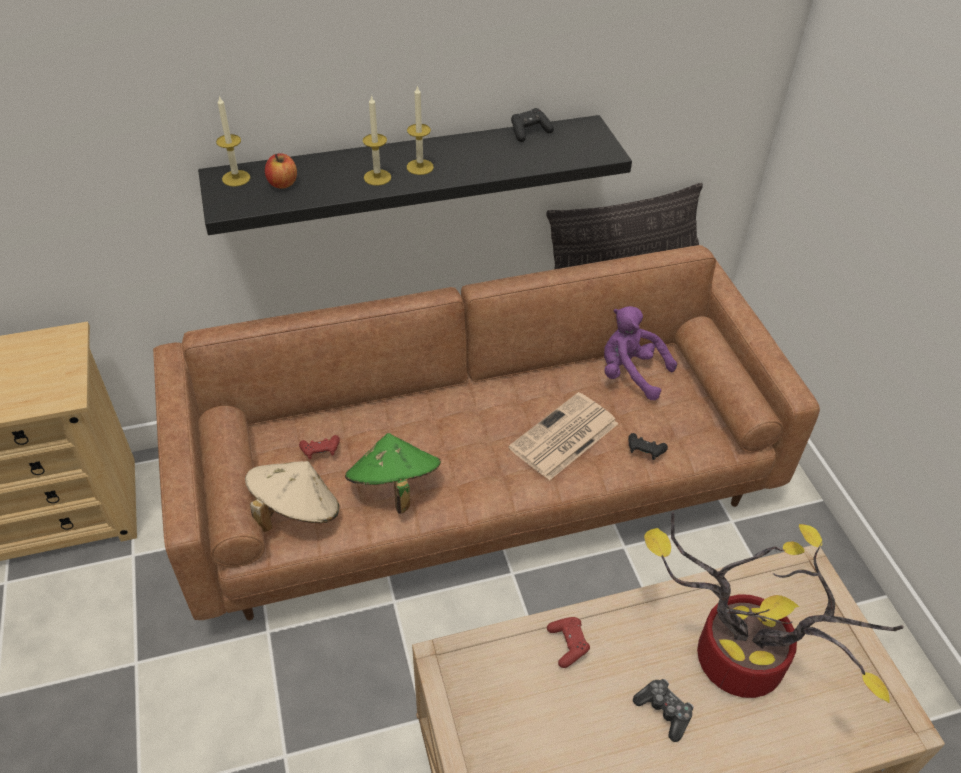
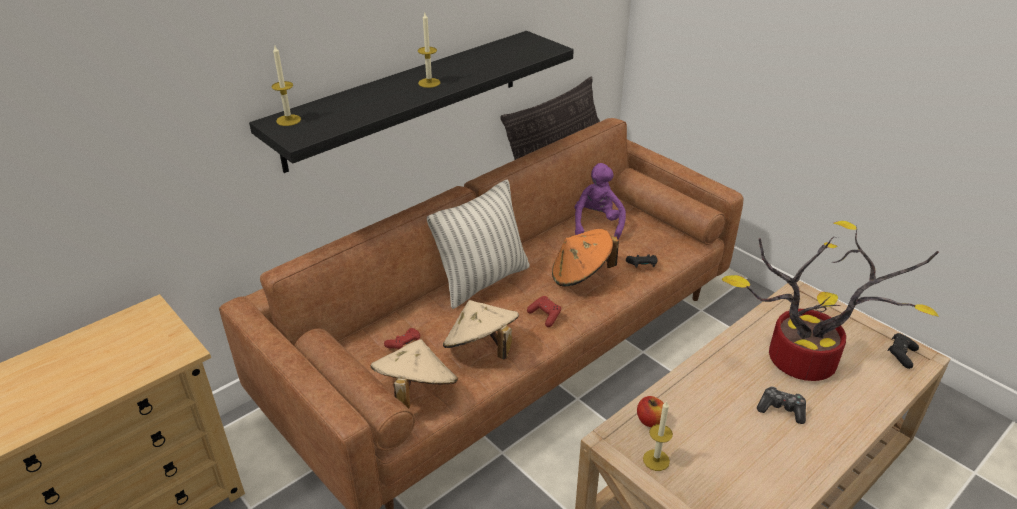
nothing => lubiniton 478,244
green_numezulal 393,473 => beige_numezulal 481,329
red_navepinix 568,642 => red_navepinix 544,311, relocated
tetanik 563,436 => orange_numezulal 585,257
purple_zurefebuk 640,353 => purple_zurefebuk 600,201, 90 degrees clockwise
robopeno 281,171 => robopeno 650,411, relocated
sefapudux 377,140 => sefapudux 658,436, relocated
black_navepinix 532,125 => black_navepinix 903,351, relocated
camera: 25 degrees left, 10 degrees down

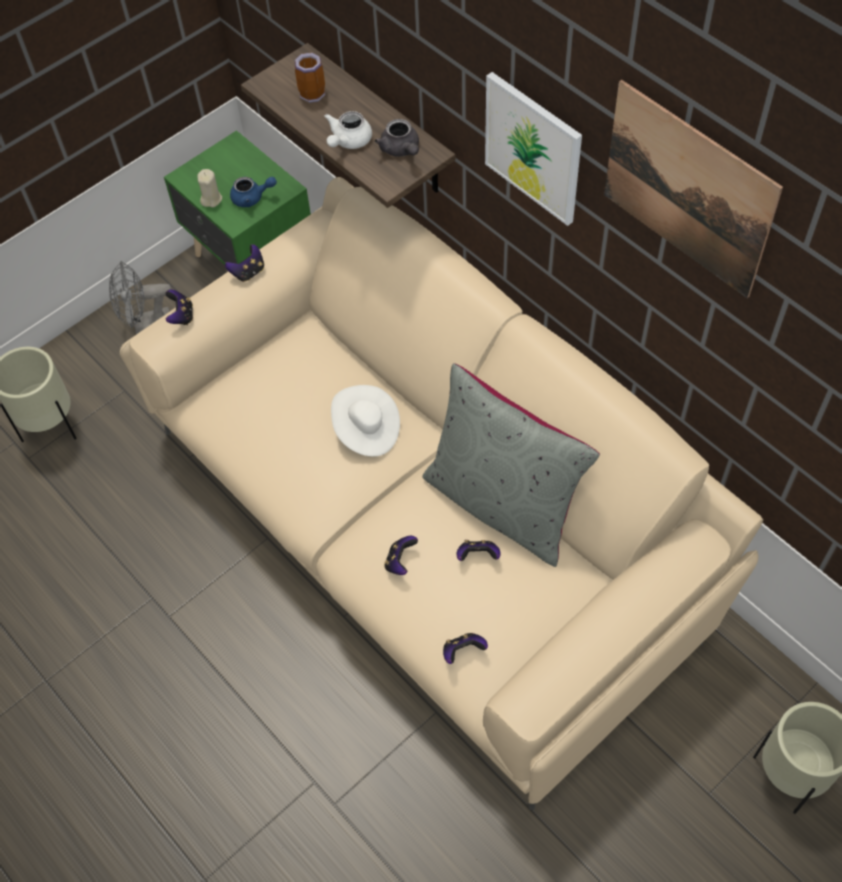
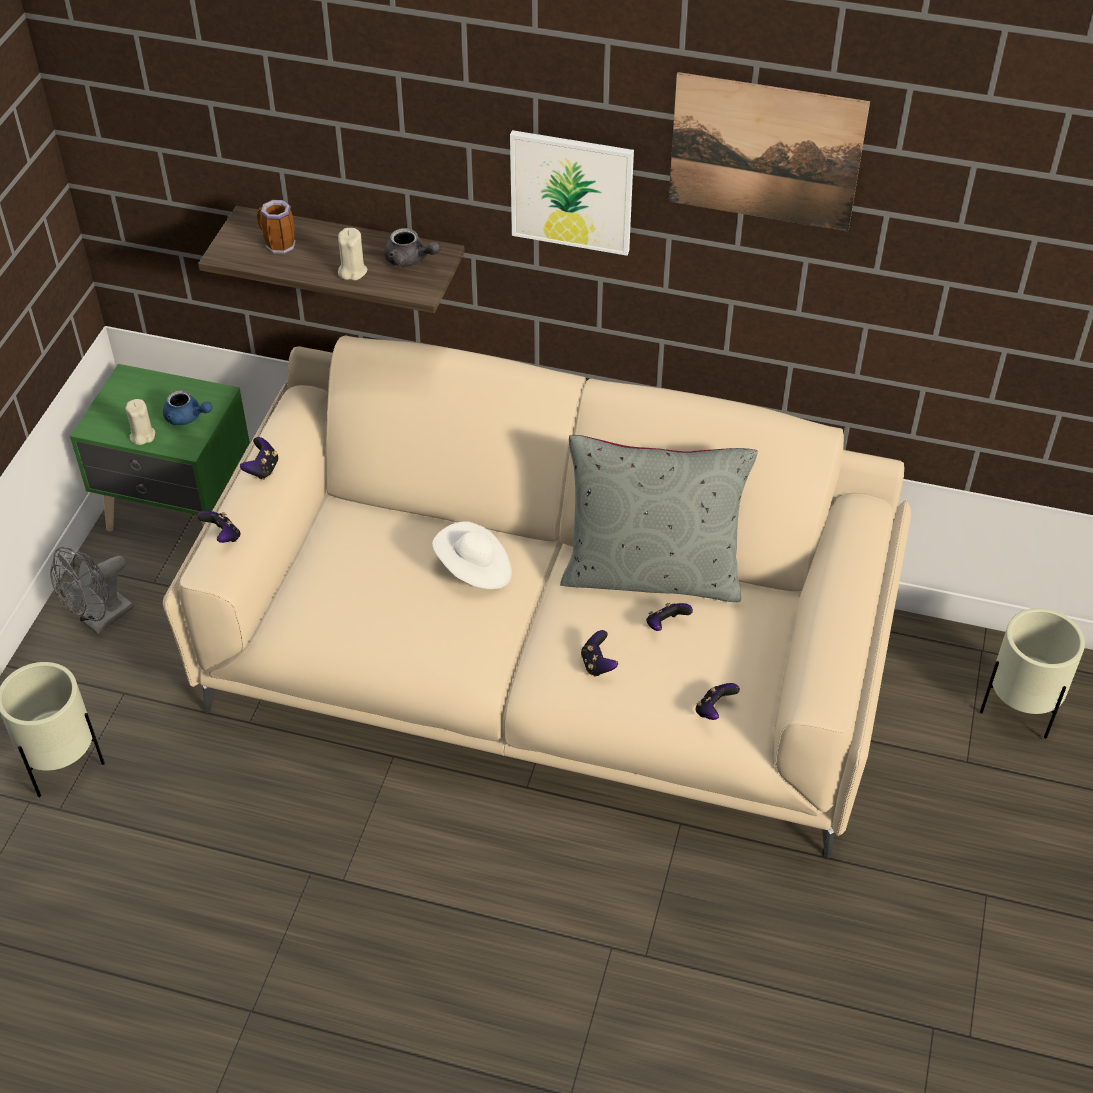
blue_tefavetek 253,192 => blue_tefavetek 188,407, 60 degrees clockwise
white_tefavetek 348,130 => beige_sefapudux 352,254
camera: 35 degrees left, 10 degrees down

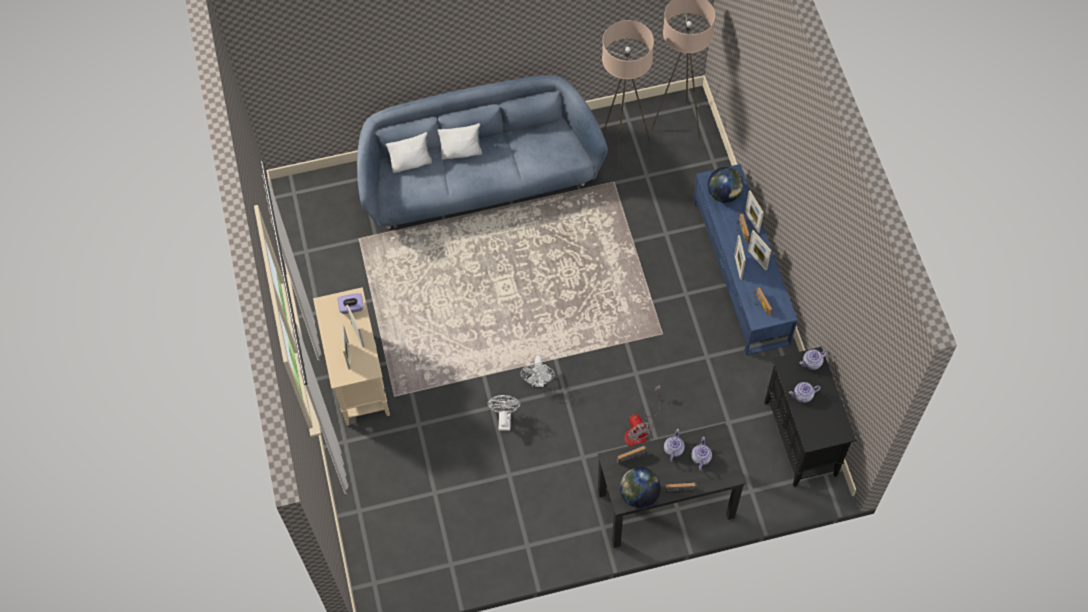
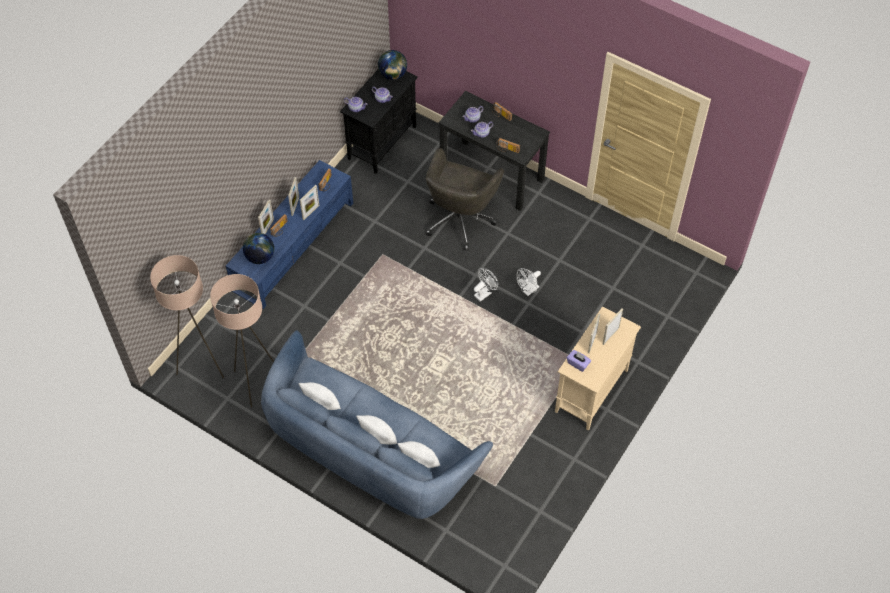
nothing => white_lubiniton 319,396
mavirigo 640,487 => mavirigo 392,65, relocated
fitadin 642,415 => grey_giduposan 465,199
camera: 135 degrees left, 5 degrees down

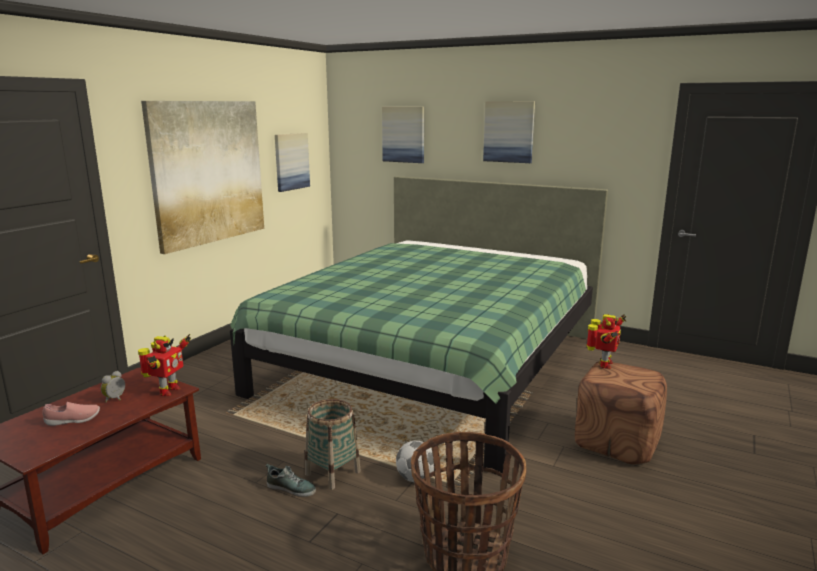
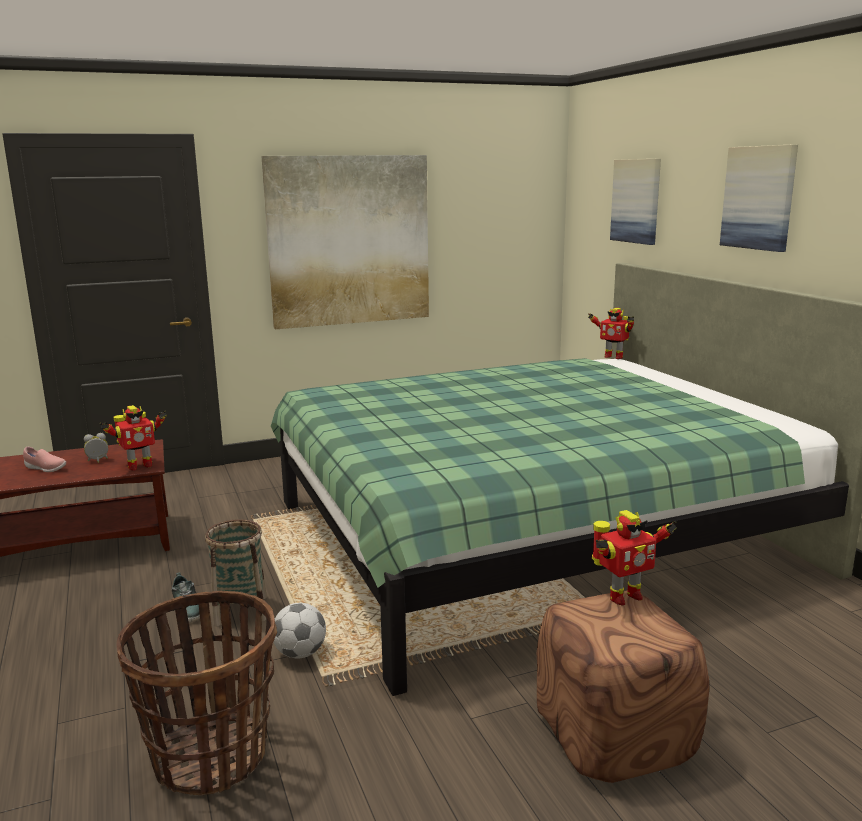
nothing => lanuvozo 611,333
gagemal 292,162 => nothing
camera: 40 degrees right, 0 degrees up

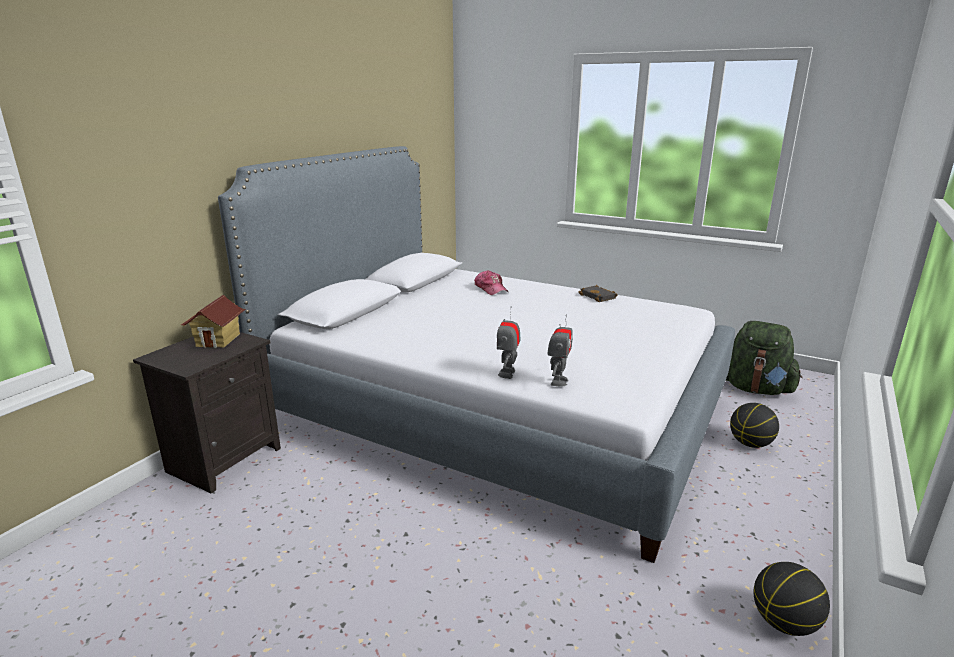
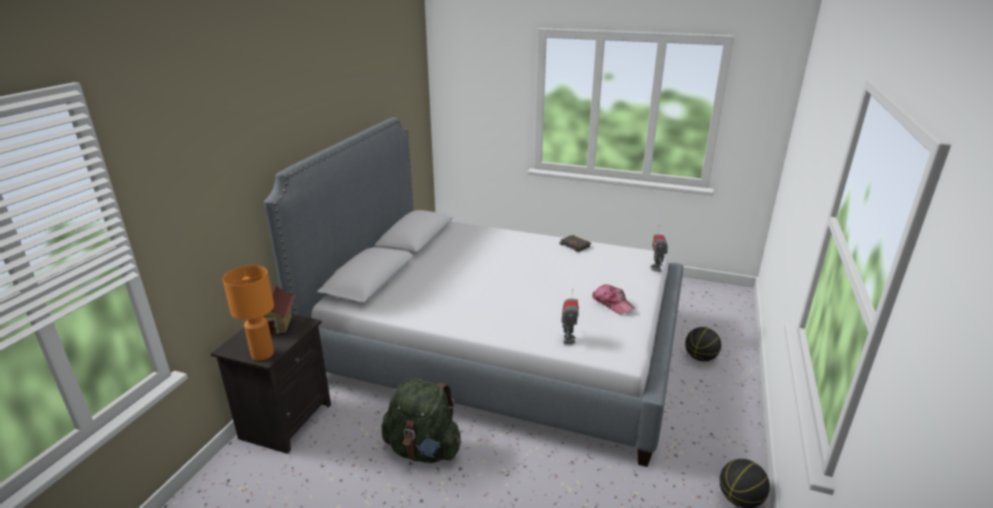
nothing => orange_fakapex 248,313
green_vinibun 764,358 => green_vinibun 421,420, relocated
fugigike 491,282 => fugigike 613,299, relocated
lanuvozo 509,343 => lanuvozo 659,248, relocated
camera: 10 degrees left, 5 degrees up

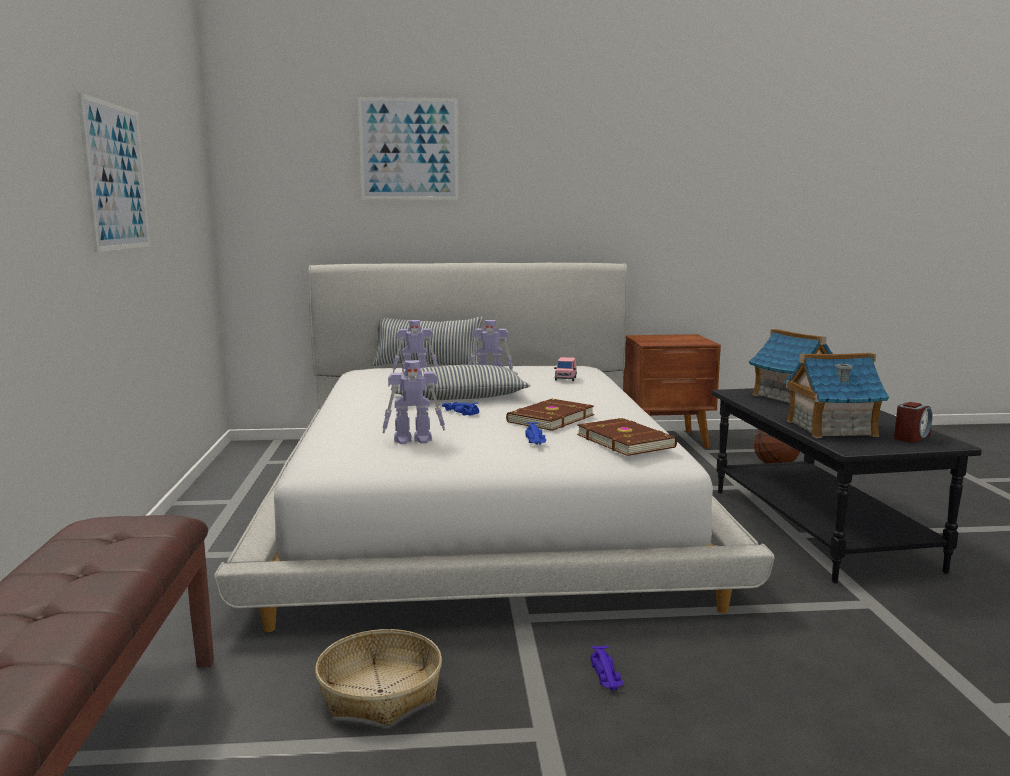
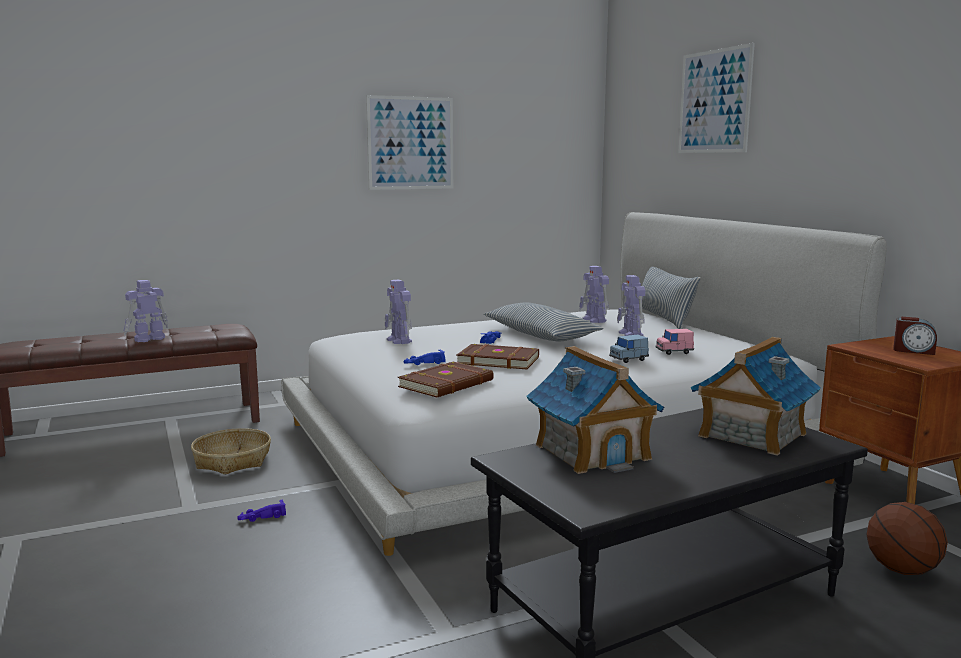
nothing => lanuvozo 146,311
nothing => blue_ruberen 629,349
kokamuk 913,422 => kokamuk 915,336, relocated
camera: 70 degrees right, 0 degrees up

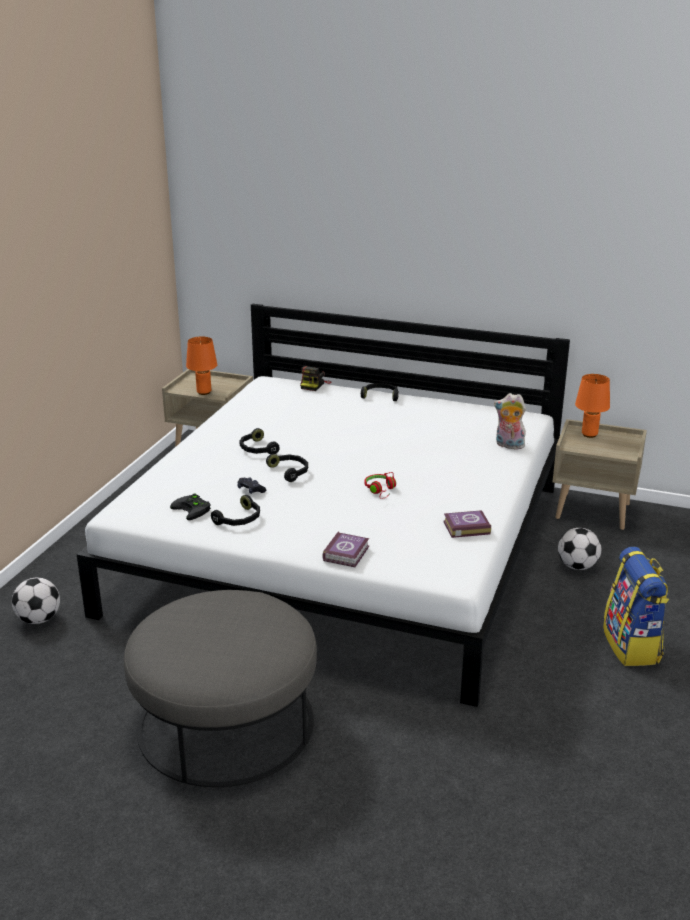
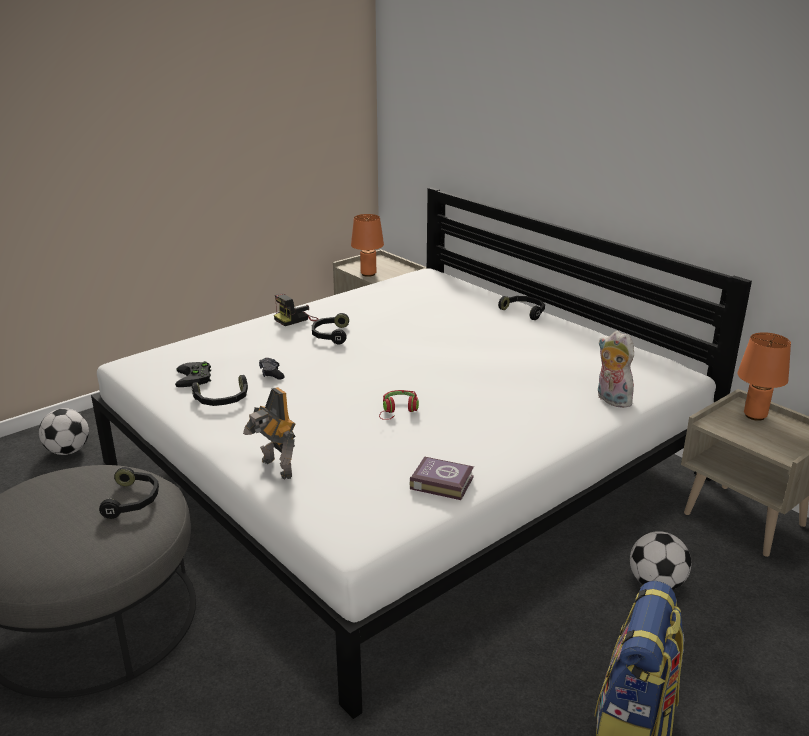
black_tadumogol 287,468 => black_tadumogol 129,493, relocated
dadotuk 345,549 => lanuvozo 269,433
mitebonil 316,378 => mitebonil 296,309, relocated
camera: 30 degrees right, 0 degrees up

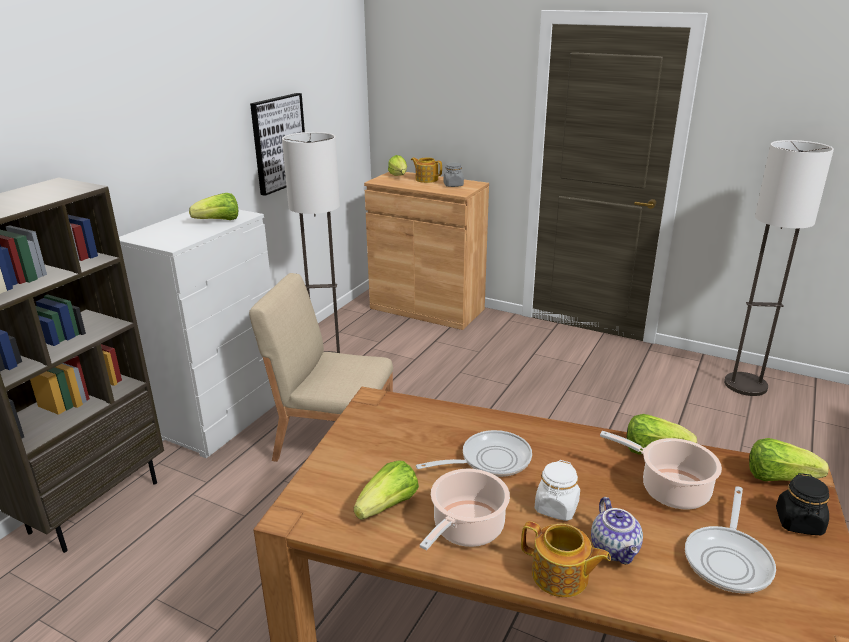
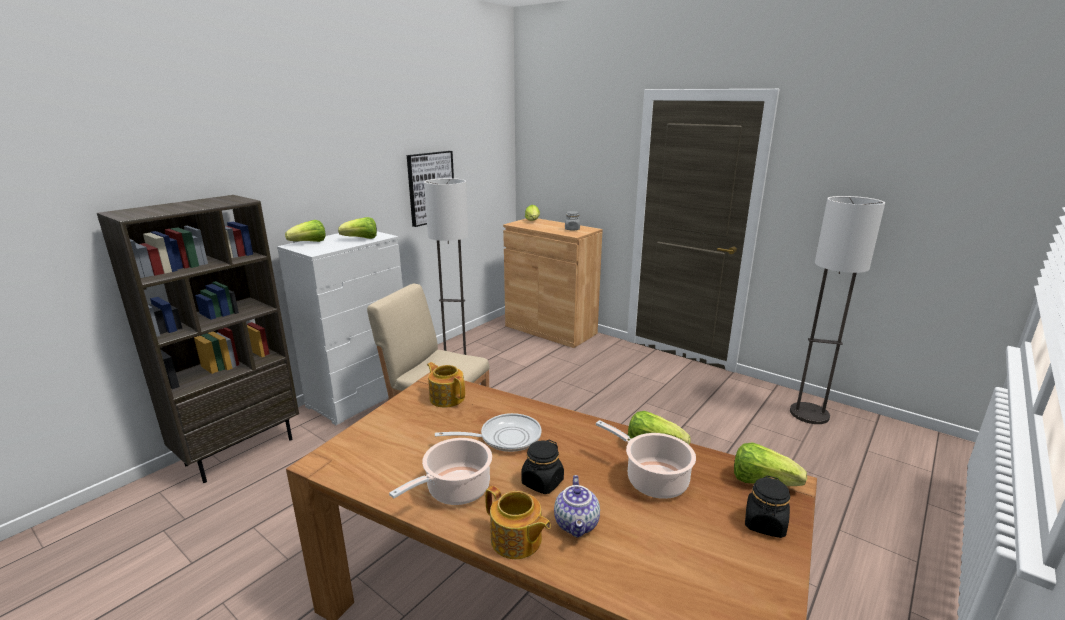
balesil 386,490 => balesil 305,231, relocated
tefavetek 426,170 => tefavetek 446,384, relocated
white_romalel 557,490 => black_romalel 542,467
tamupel 730,539 => nothing
camera: 10 degrees right, 5 degrees down

